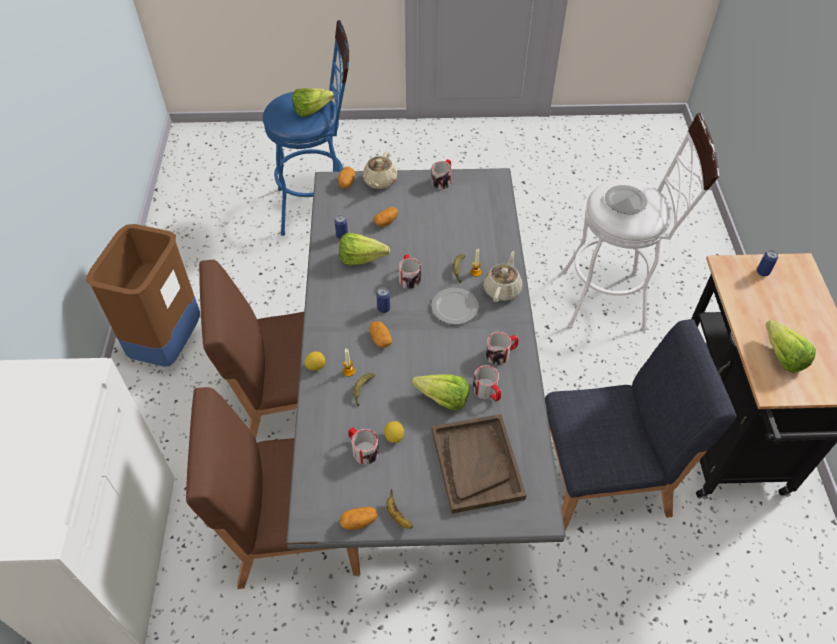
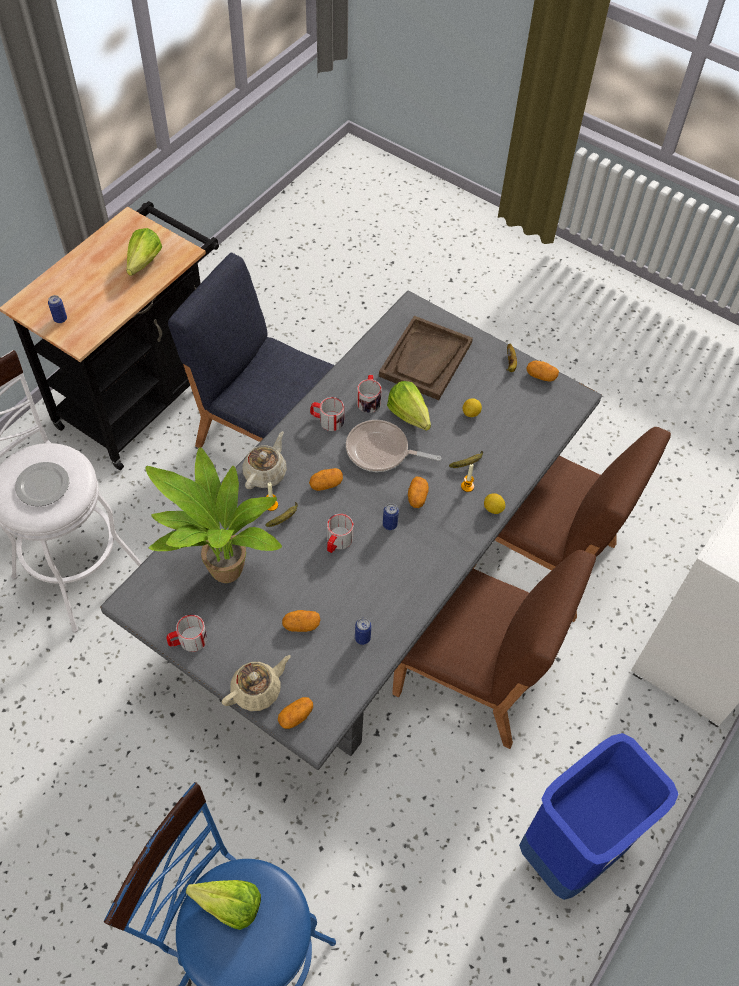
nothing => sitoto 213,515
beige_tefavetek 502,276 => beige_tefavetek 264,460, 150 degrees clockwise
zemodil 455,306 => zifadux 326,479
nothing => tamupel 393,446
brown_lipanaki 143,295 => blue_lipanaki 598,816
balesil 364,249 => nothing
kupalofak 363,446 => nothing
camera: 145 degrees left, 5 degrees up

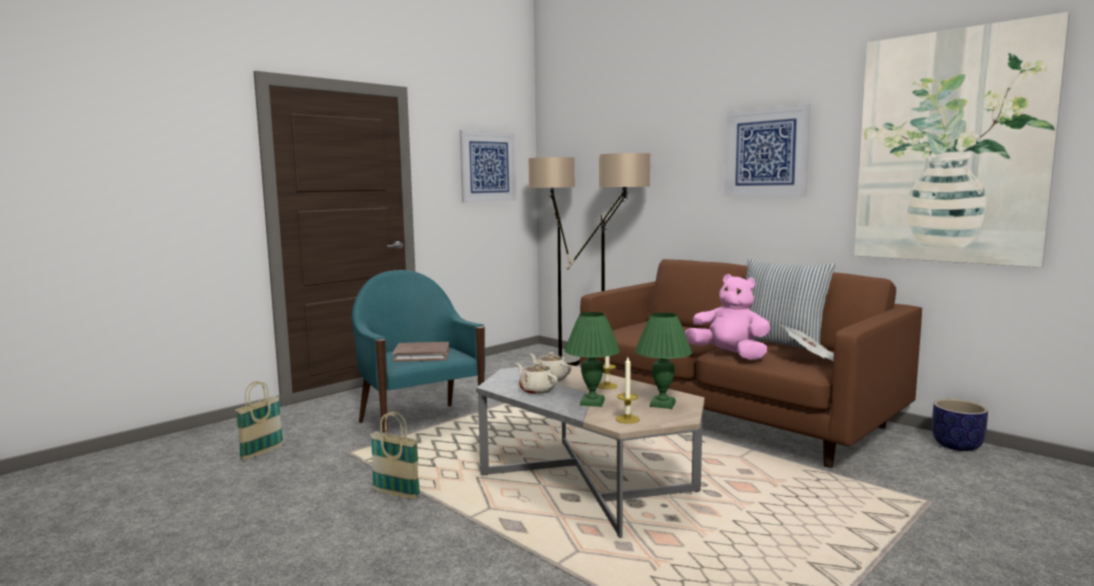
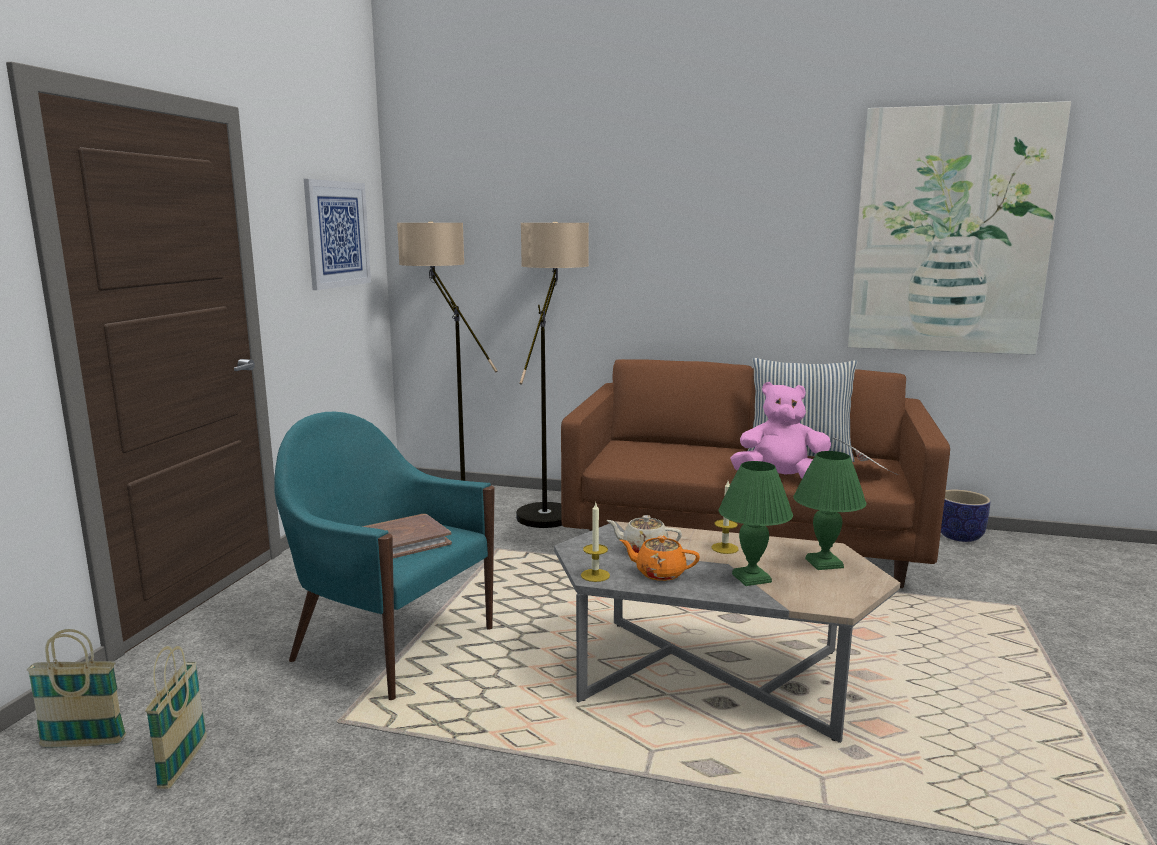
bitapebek 395,455 => bitapebek 76,688, relocated
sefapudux 627,390 => sefapudux 595,542, relocated
beige_tefavetek 537,378 => orange_tefavetek 660,558
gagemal 767,150 => nothing
camera: 30 degrees left, 5 degrees up

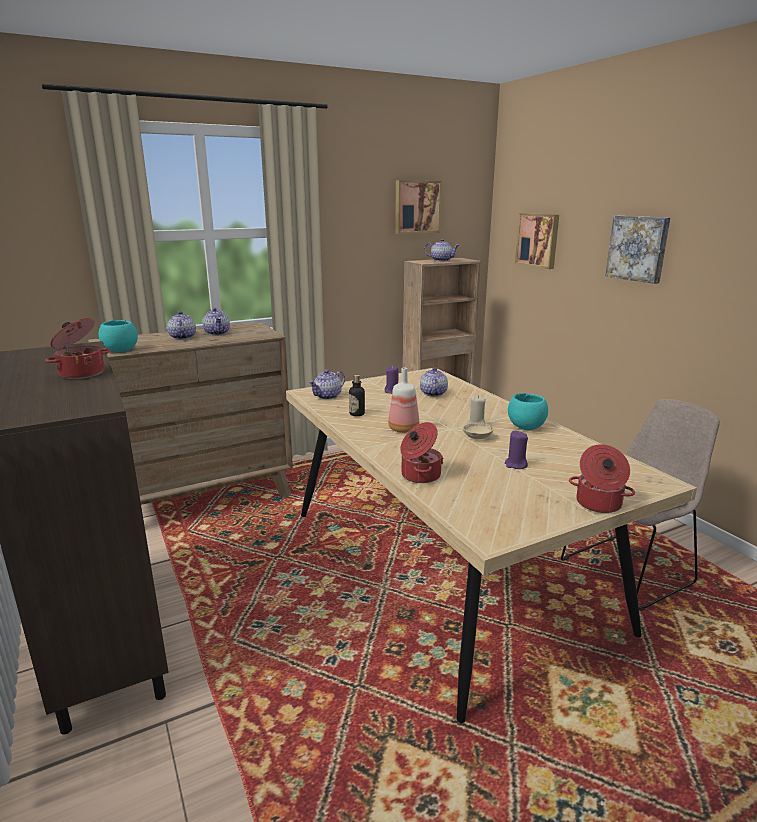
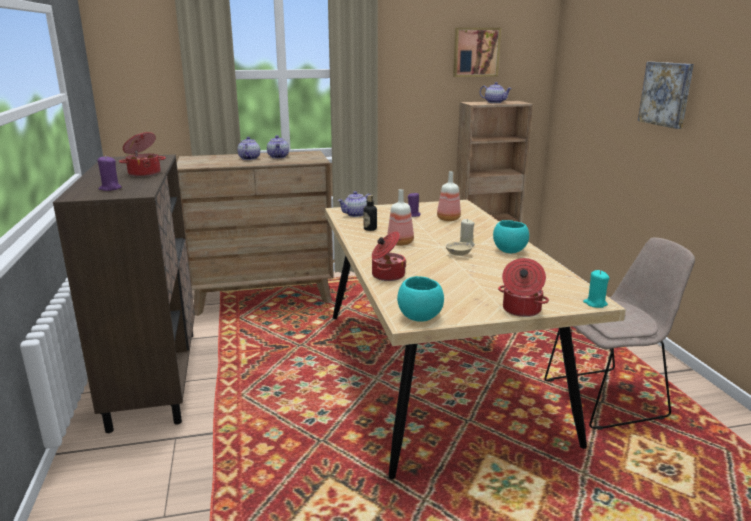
purple_sefapudux 516,450 => purple_sefapudux 109,173, relocated
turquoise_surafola 118,336 => turquoise_surafola 420,299, relocated
tefavetek 434,382 => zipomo 449,196
nothing => turquoise_sefapudux 596,289
gagemal 537,241 => nothing
camera: 15 degrees right, 0 degrees up

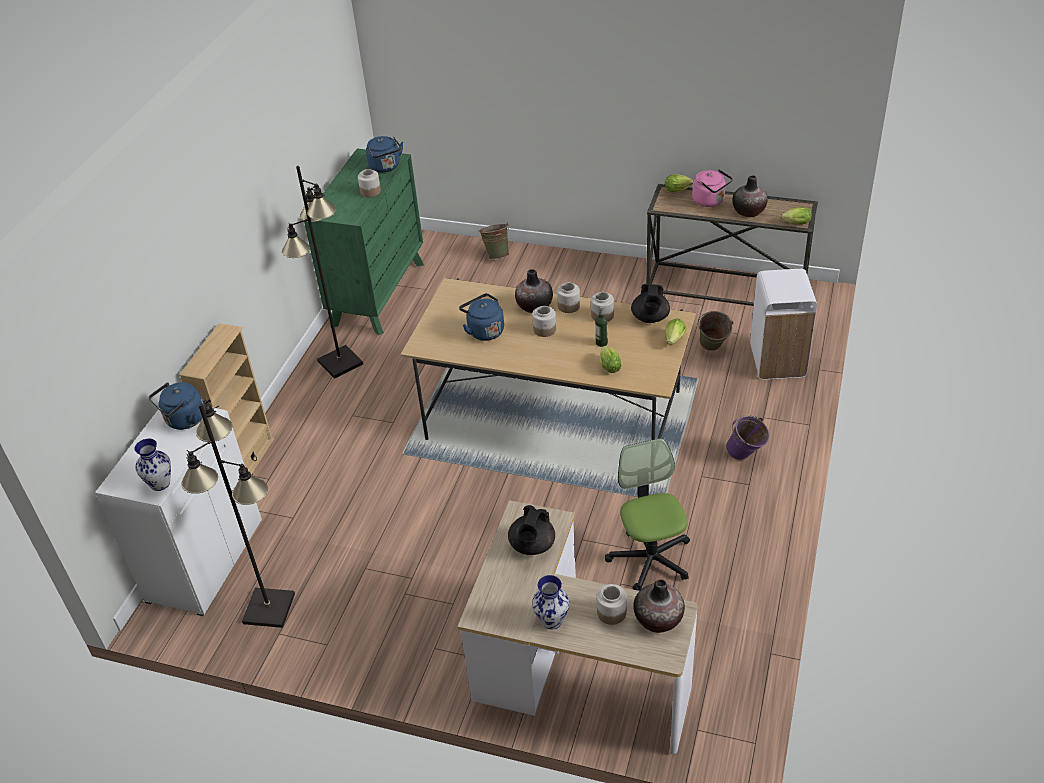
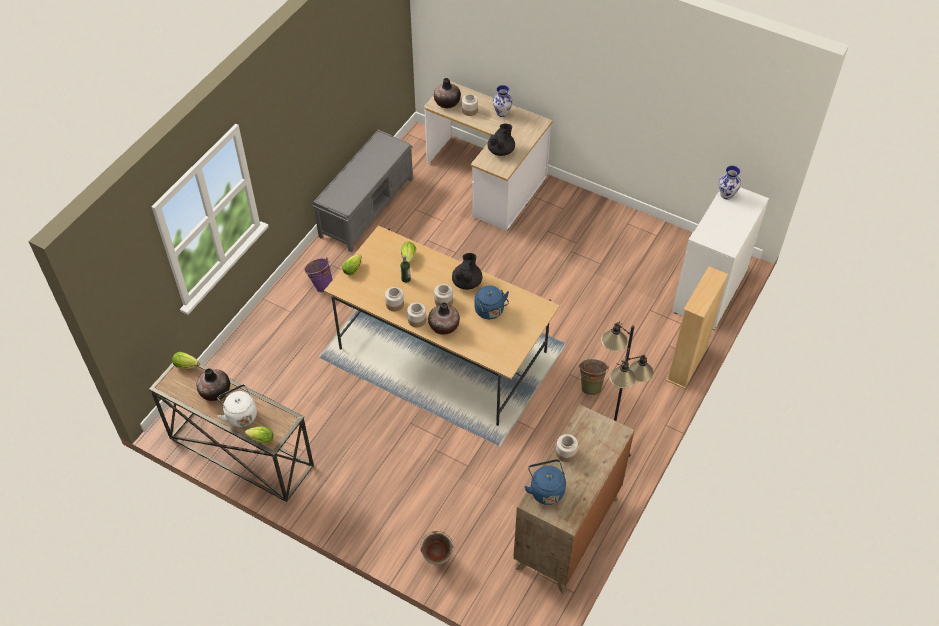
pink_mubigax 712,188 => white_mubigax 237,405
nothing => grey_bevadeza 362,191
black_tefavetek 650,303 => black_tefavetek 467,271, relocated
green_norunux 364,241 => brown_norunux 573,499
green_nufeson 715,331 => green_nufeson 594,377, relocated
blue_mubigax 176,406 => nothing
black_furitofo 238,513 => nothing
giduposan 647,514 => nothing
white_lipanaki 783,324 => nothing
camera: 170 degrees left, 10 degrees up

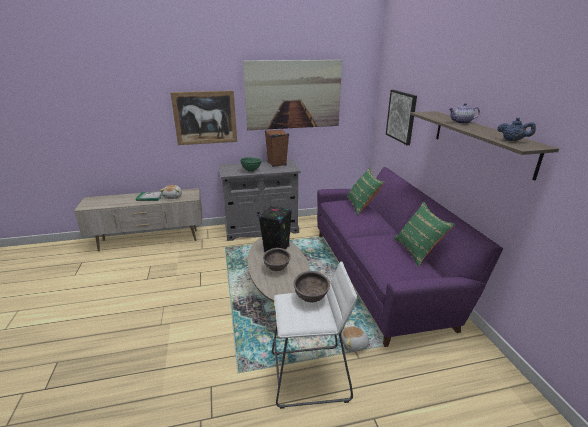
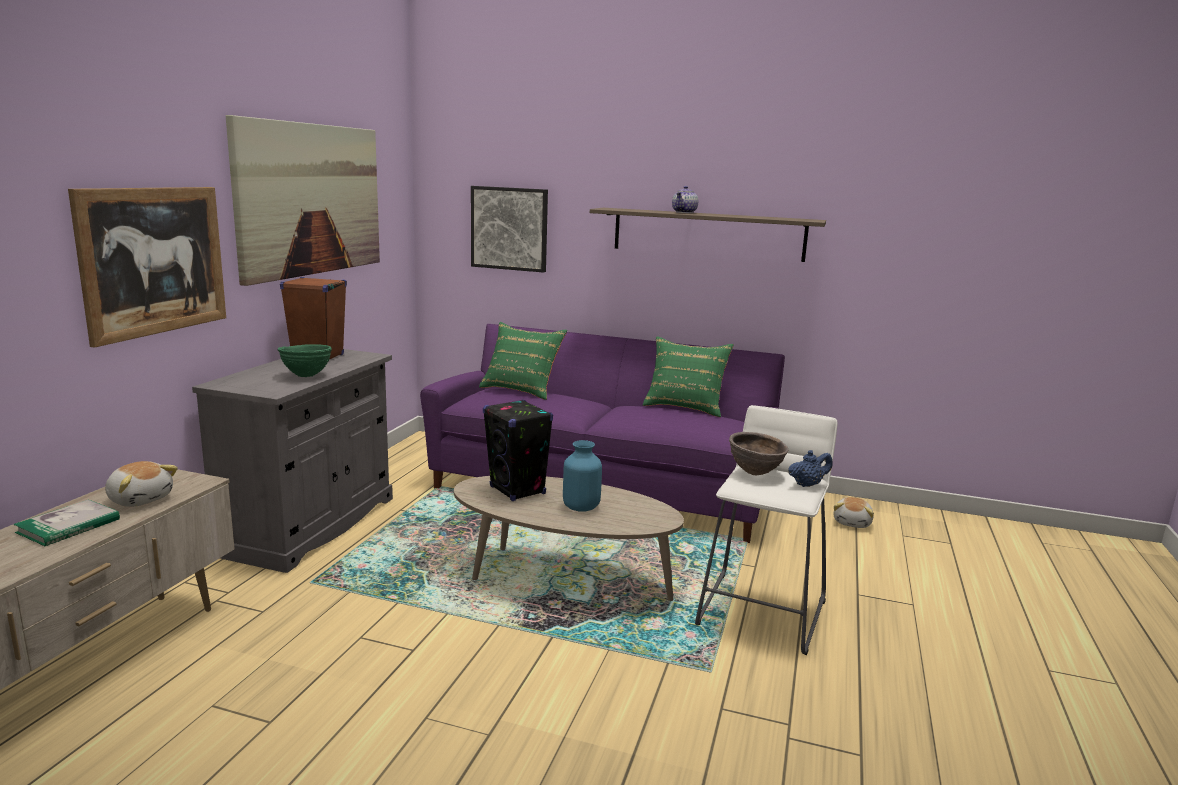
brown_surafola 277,259 => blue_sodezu 582,475
blue_tefavetek 516,129 => blue_tefavetek 810,468, relocated
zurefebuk 356,339 => zurefebuk 854,512, relocated
camera: 60 degrees left, 10 degrees down

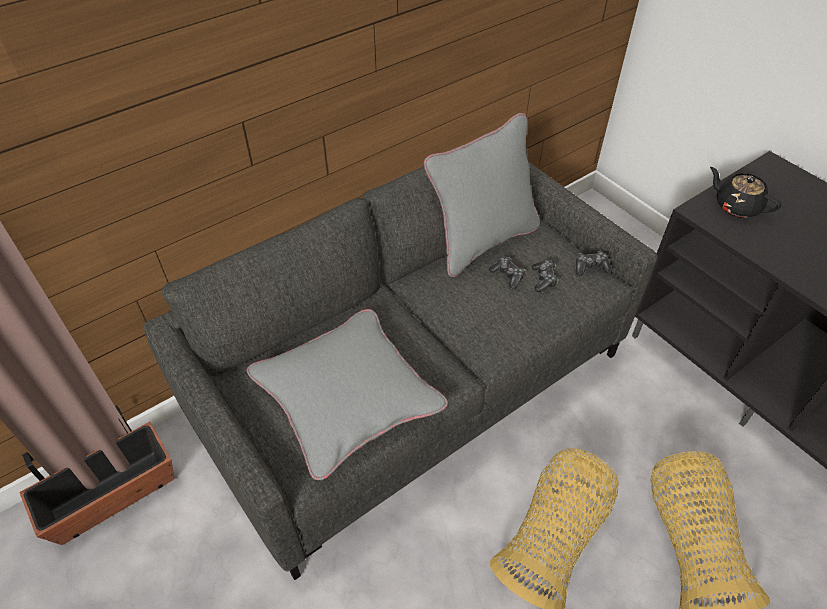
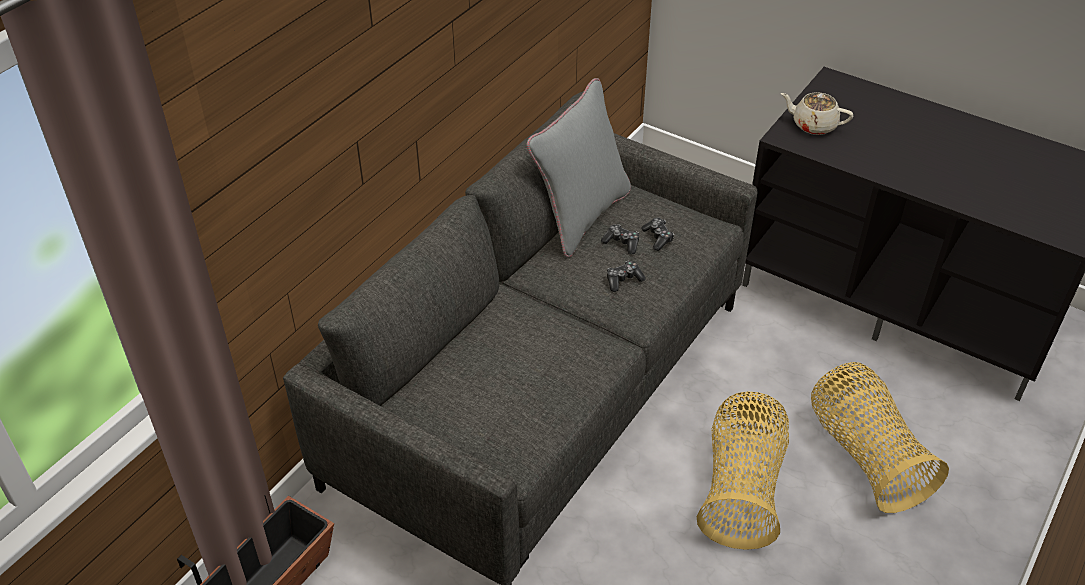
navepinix 594,263 => navepinix 626,276, relocated
black_tefavetek 745,192 => beige_tefavetek 816,113
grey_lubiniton 347,394 => nothing
camera: 20 degrees left, 5 degrees down

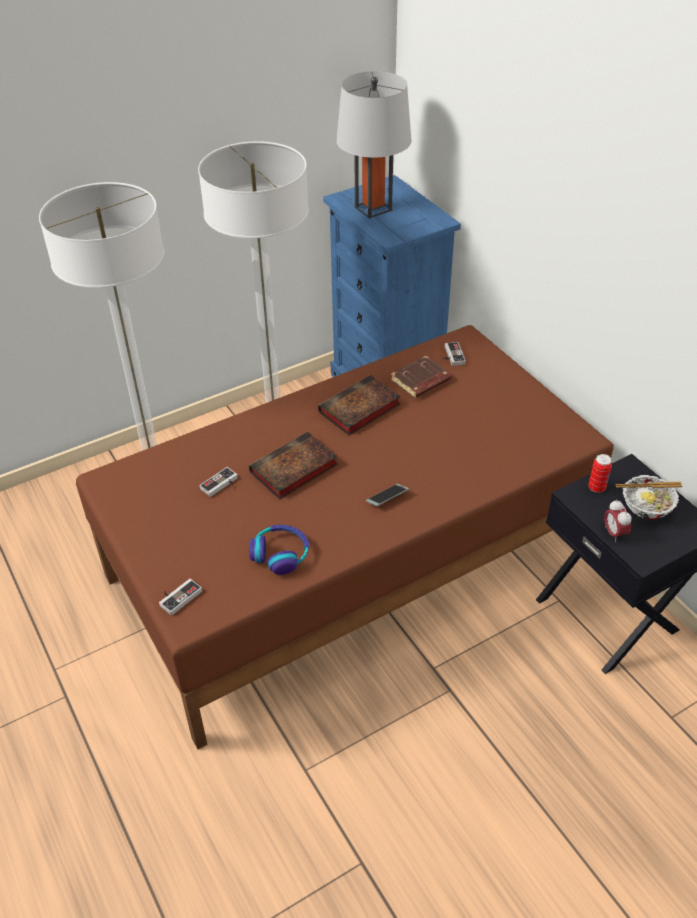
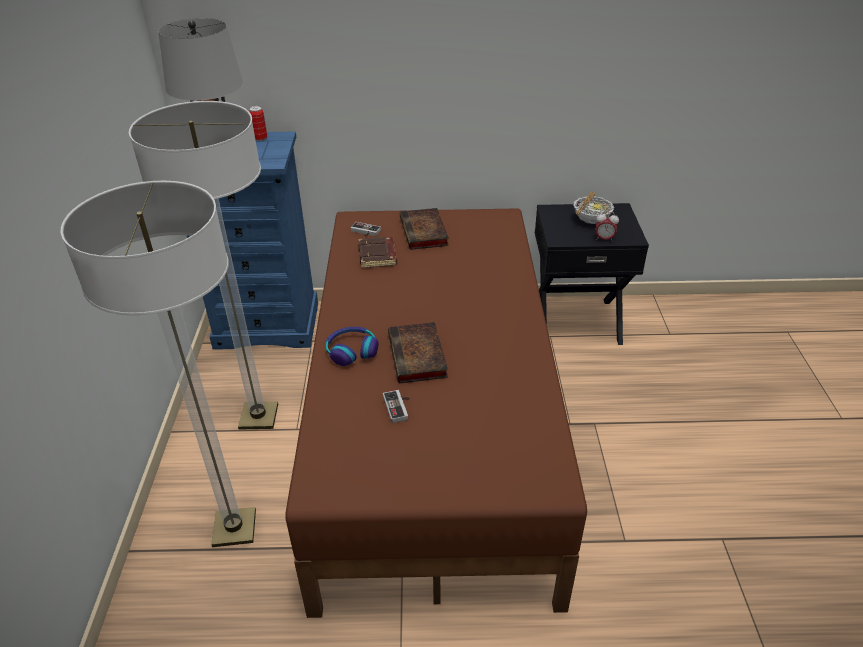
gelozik 600,473 => gelozik 258,123, relocated
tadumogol 279,550 => tadumogol 352,346, relocated
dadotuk 359,405 => dadotuk 424,229, relocated
navepinix 180,597 => nothing
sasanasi 387,495 => nothing
camera: 60 degrees left, 5 degrees down

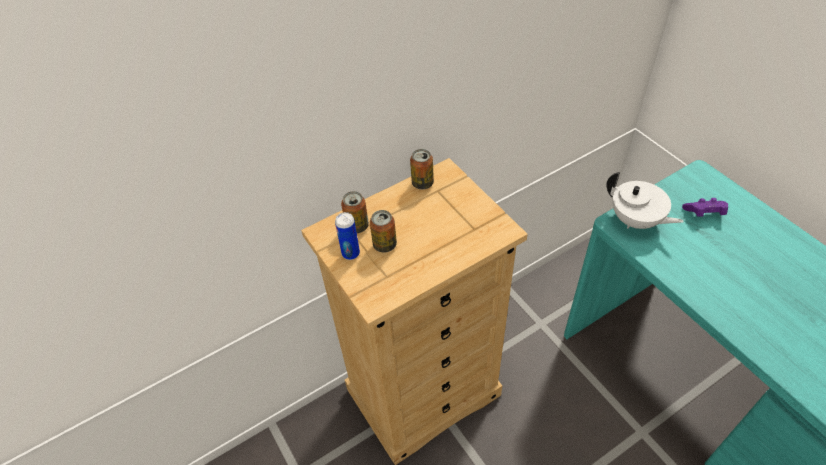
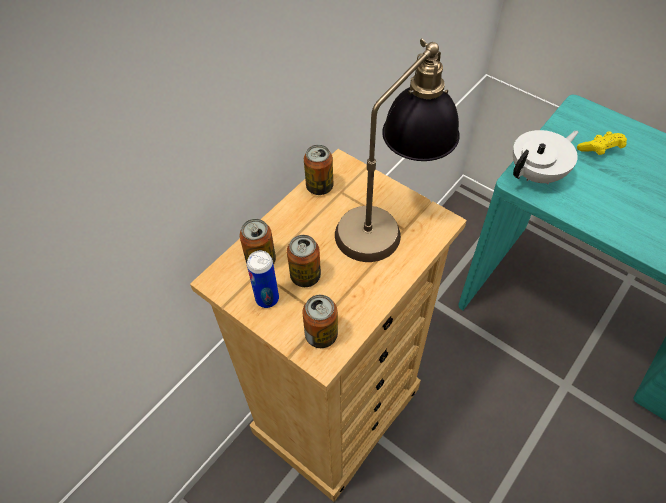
nothing => gelozik 320,321
nothing => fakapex 397,150
white_tefavetek 645,200 => white_tefavetek 545,157, 60 degrees counterclockwise
purple_navepinix 705,207 => yellow_navepinix 602,143
camera: 20 degrees left, 5 degrees up

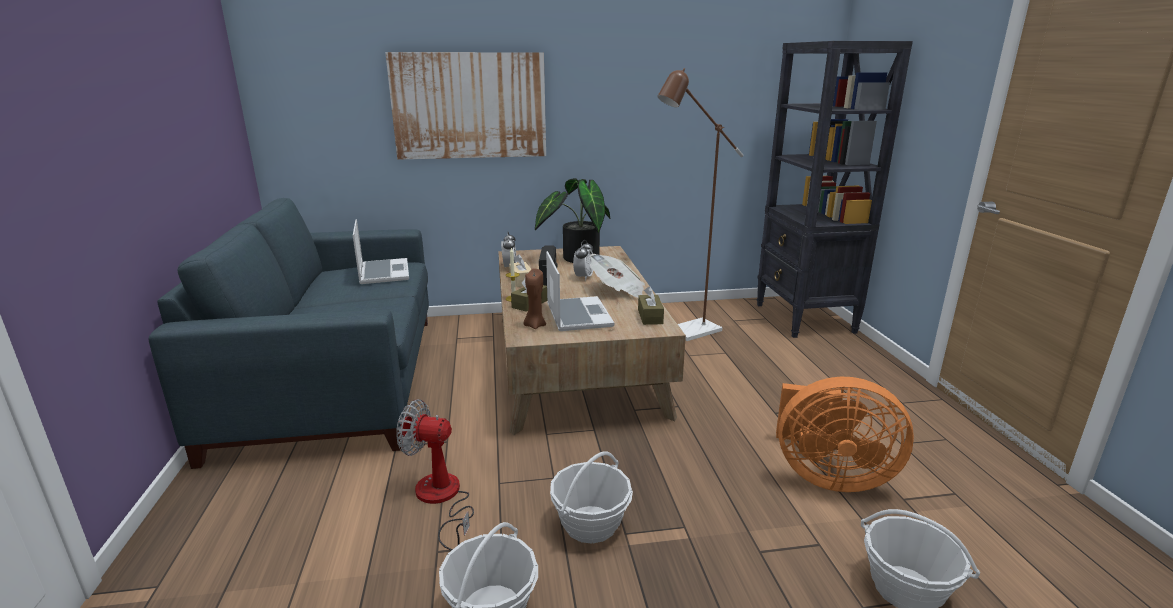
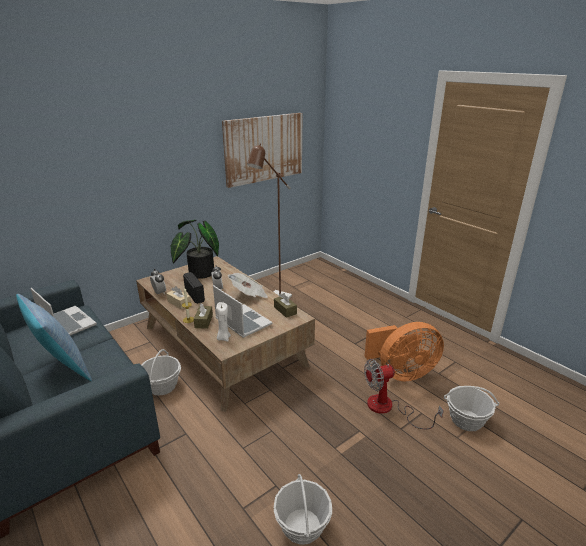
nothing => lubiniton 54,337
bitapebek 591,497 => bitapebek 161,372, relocated
brown_sefapudux 535,299 => white_sefapudux 223,321
gagemal 465,106 => gagemal 262,150, relocated
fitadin 435,475 => fitadin 404,394, relocated
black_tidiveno 835,189 => nothing
camera: 30 degrees left, 5 degrees up

